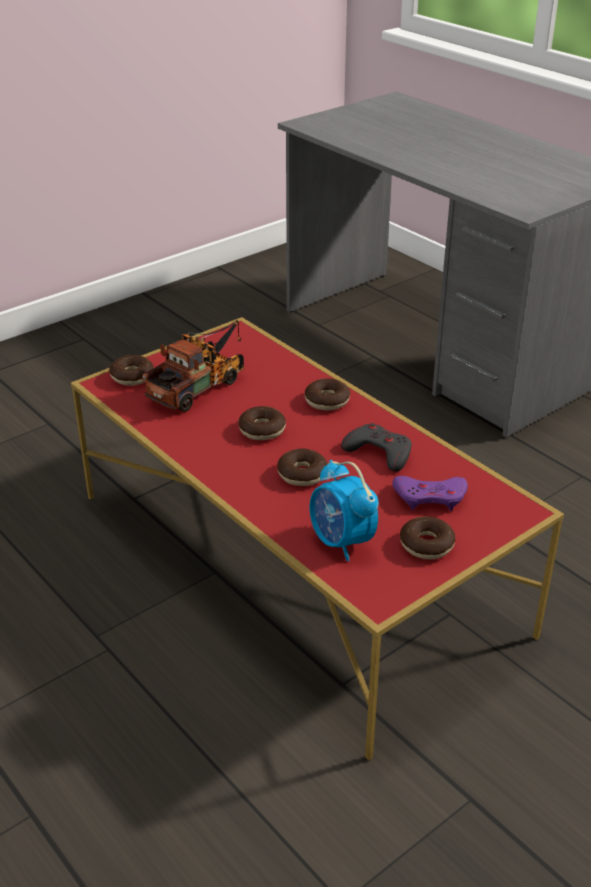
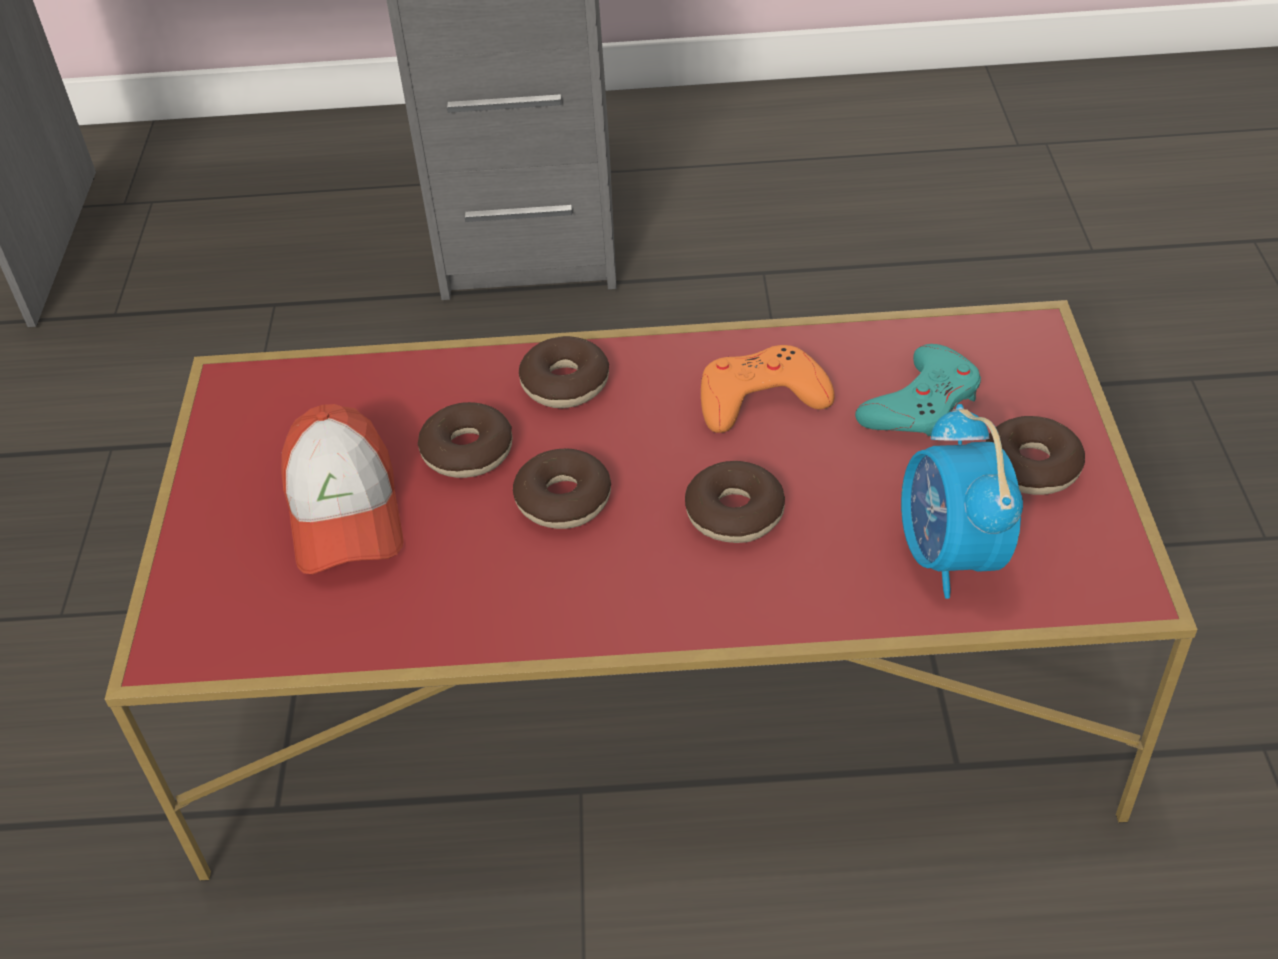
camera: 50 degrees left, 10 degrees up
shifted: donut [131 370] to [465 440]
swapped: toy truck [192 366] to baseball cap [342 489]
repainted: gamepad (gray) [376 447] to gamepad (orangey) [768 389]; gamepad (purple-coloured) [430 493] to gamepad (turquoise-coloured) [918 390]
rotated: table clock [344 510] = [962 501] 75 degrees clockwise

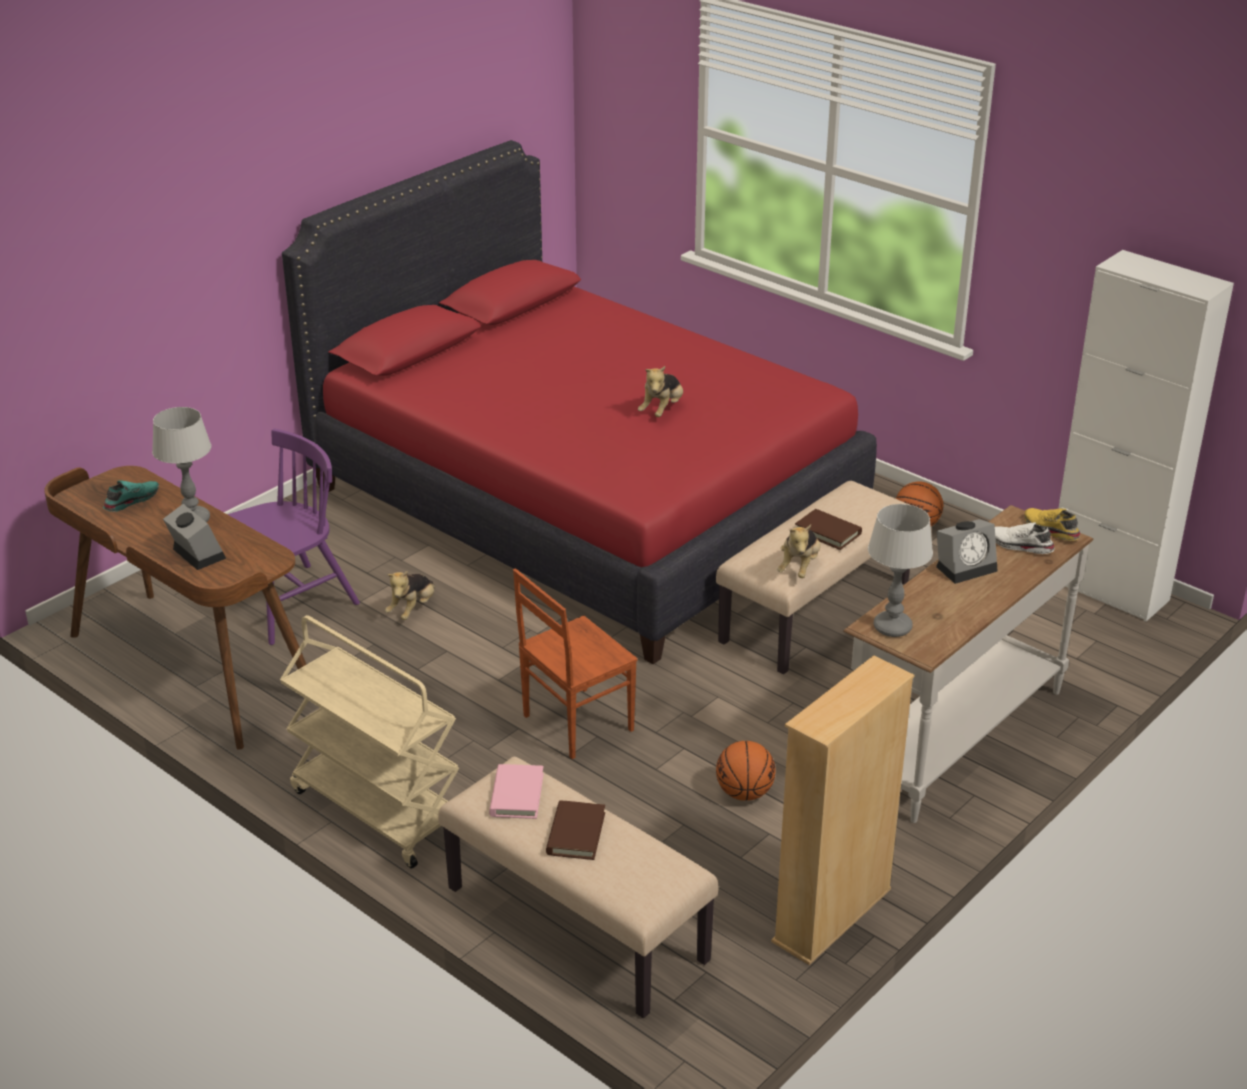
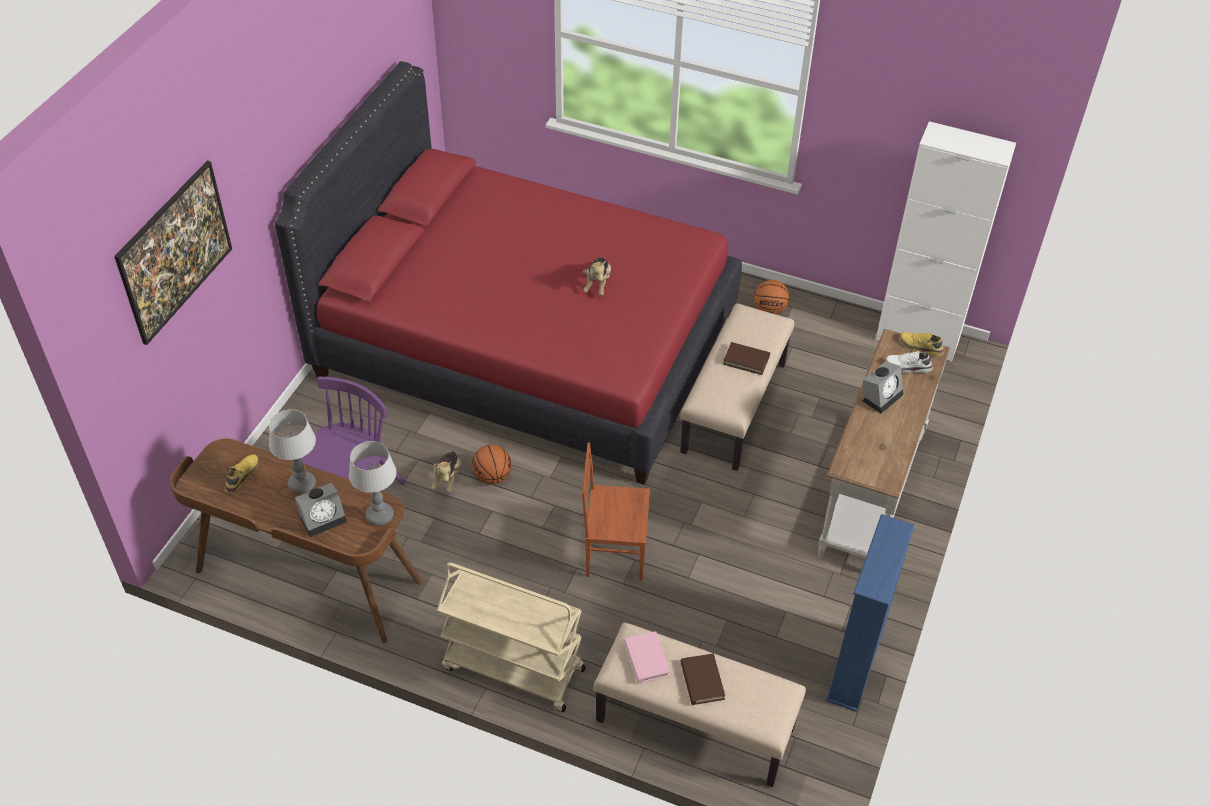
camera: 20 degrees left, 15 degrees up
gone: plush toy [799 551]
new: picture [173 252]
shifted: basketball ball [746 771] to [492 464]; lamp for a table [900 570] to [373 483]
repainted: item of footwear (turquoise-coloured) [131 496] to item of footwear (yellow-coloured) [241 473]; bookcase (sand-coloured) [843 810] to bookcase (bluish) [870 613]
rotated: table clock [194 537] = [321 510] 120 degrees clockwise; upright chair (brownish) [575 663] = [616 511] 60 degrees clockwise

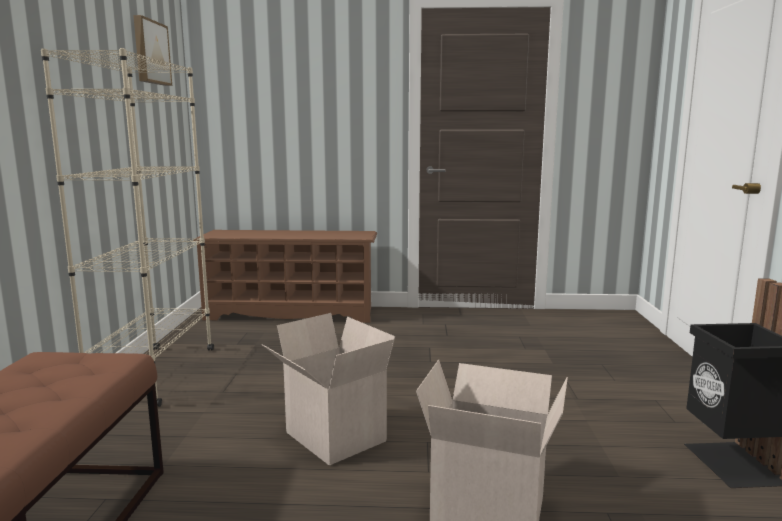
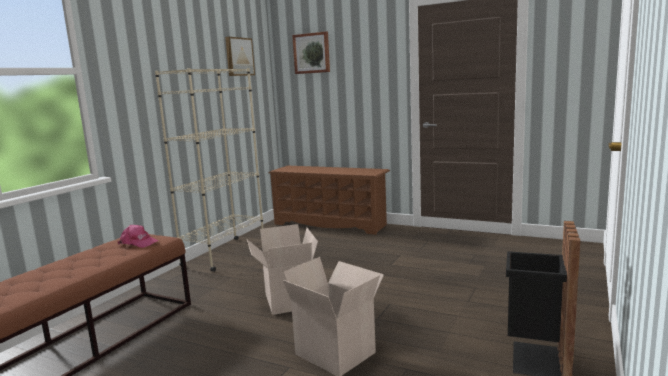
camera: 25 degrees right, 0 degrees up
new: baseball cap (pink) [138 236]; picture [311 52]

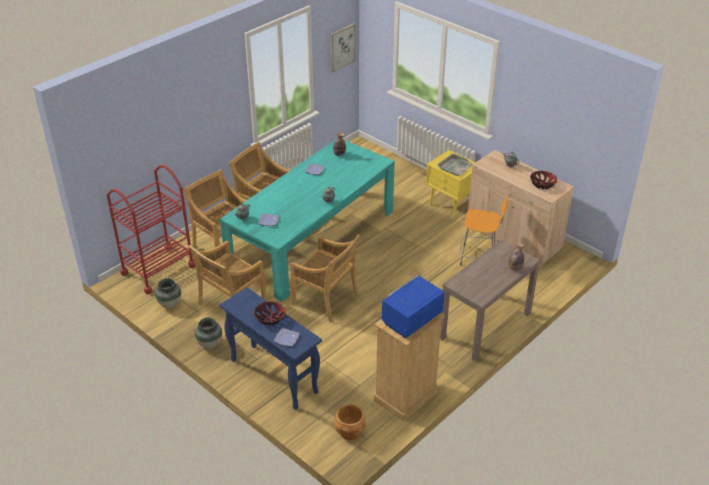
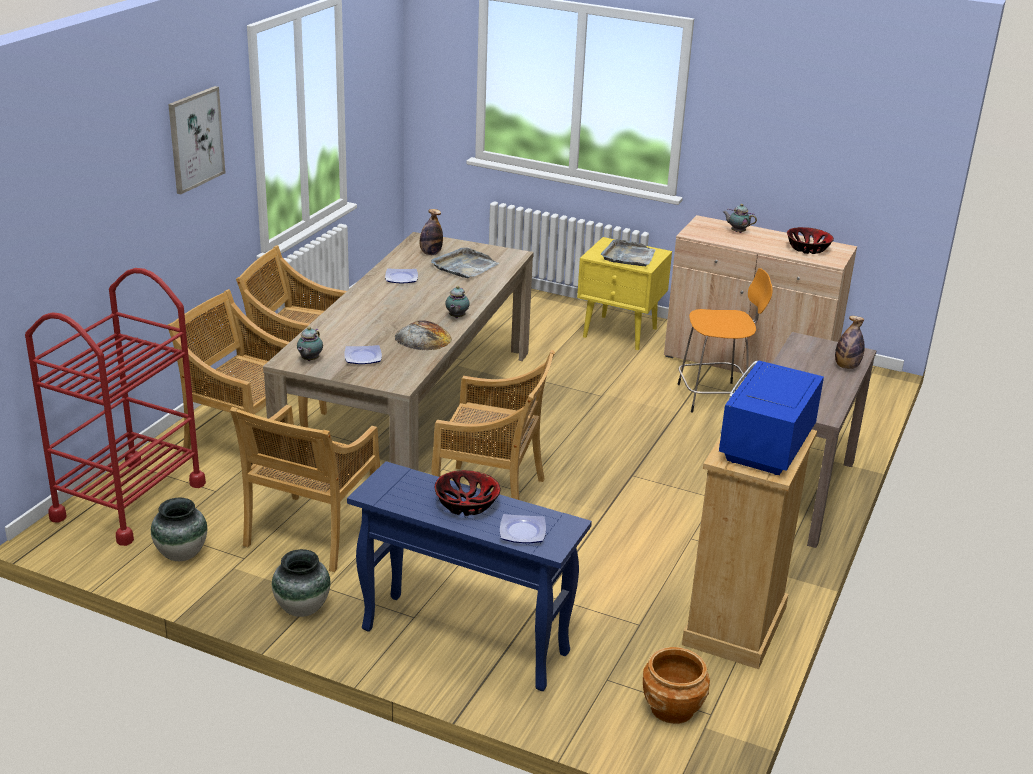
camera: 20 degrees left, 10 degrees down
new: bread [423 335]; tray (gray) [465 263]
shifted: picture [342 47] to [196 140]
repainted: dinner table (turquoise-coloured) [307 220] to dinner table (sand-coloured) [398 355]

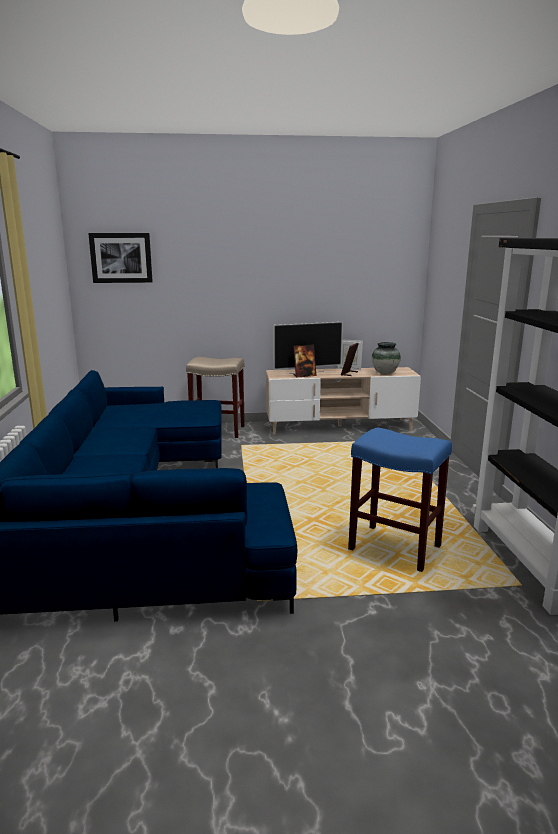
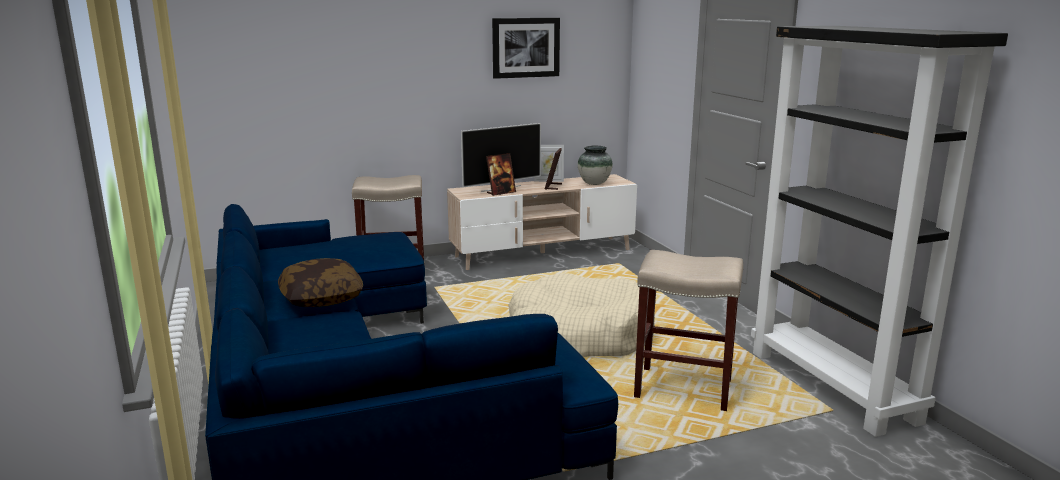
camera: 15 degrees left, 0 degrees up
new: pillow [320 282]; dog bed (sand-coloured) [581 315]
shifted: picture [120 258] to [526 48]
repainted: stool (bluish) [400 499] to stool (sand-coloured) [688 330]

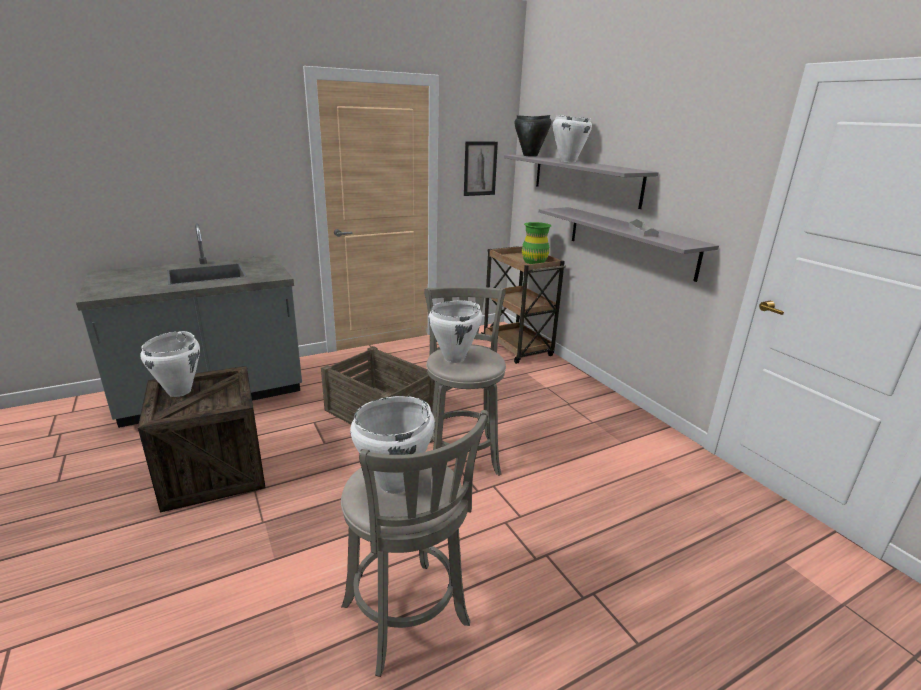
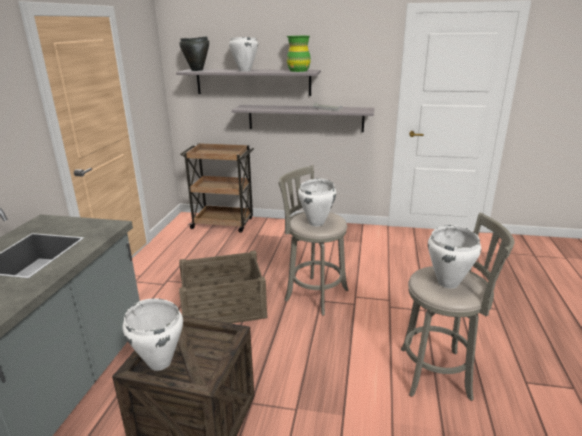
camera: 50 degrees left, 0 degrees up
gone: picture [481 168]
shifted: decorative vase (greenish) [536 243] to [299 54]

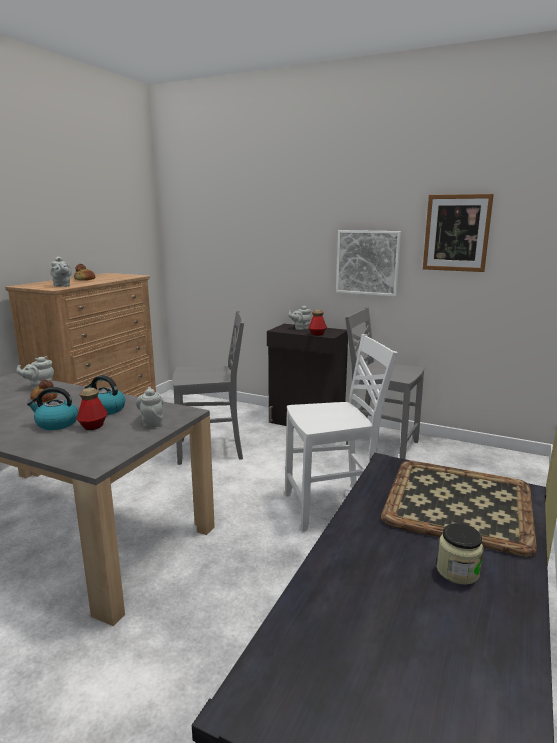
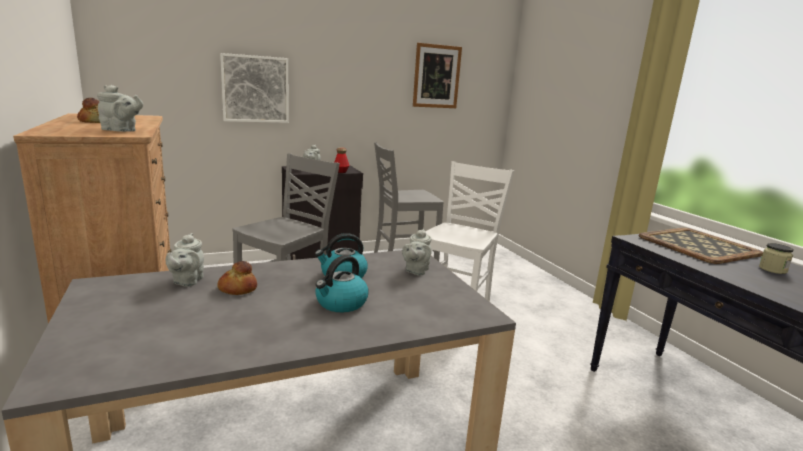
camera: 50 degrees left, 0 degrees up
gone: bottle [92 409]
shifted: picture [368 263] to [254 88]
rotated: pot for tea (gray) [150 407] = [417 252] 90 degrees counterclockwise

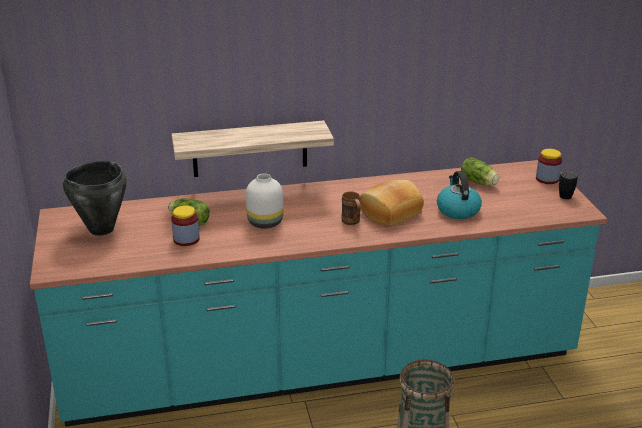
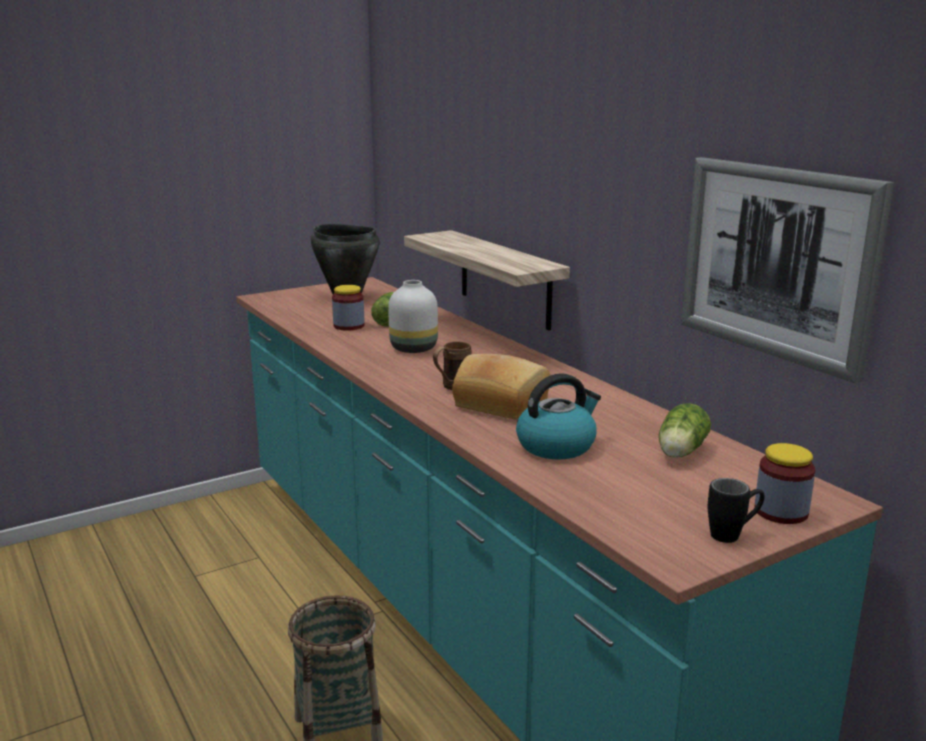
camera: 70 degrees right, 10 degrees down
new: picture [787 270]

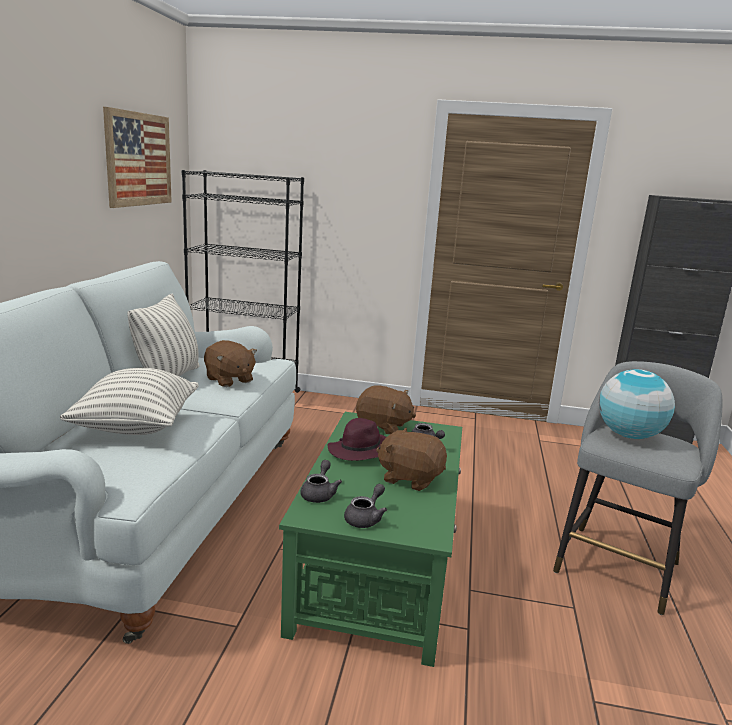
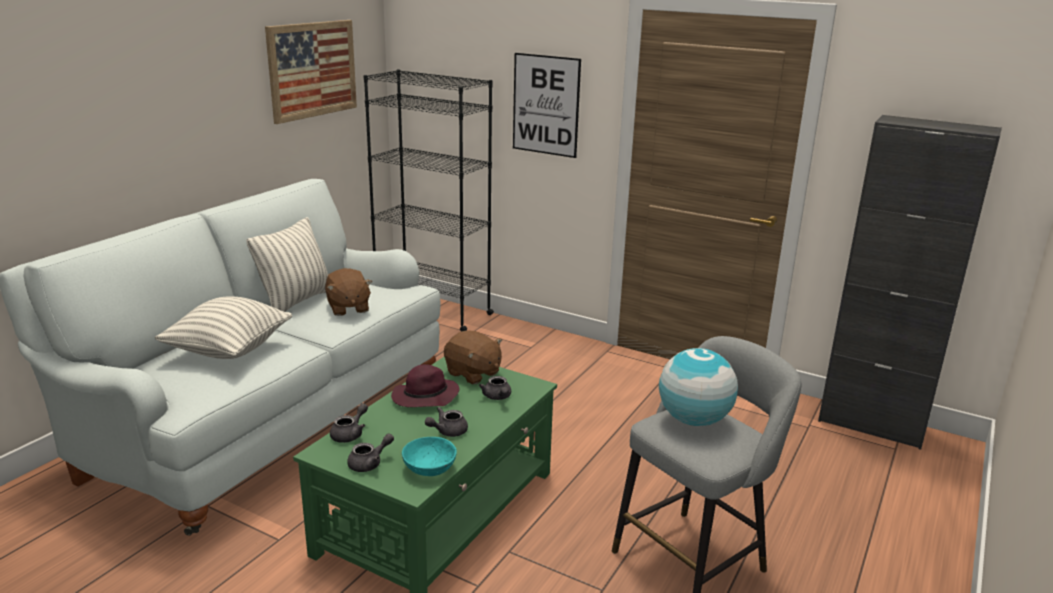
camera: 20 degrees right, 5 degrees up
new: deep dish (turquoise-coloured) [429 456]; picture [547 105]
swapped: plush toy (brownish) [411 459] to pot for tea (gray) [446 422]

